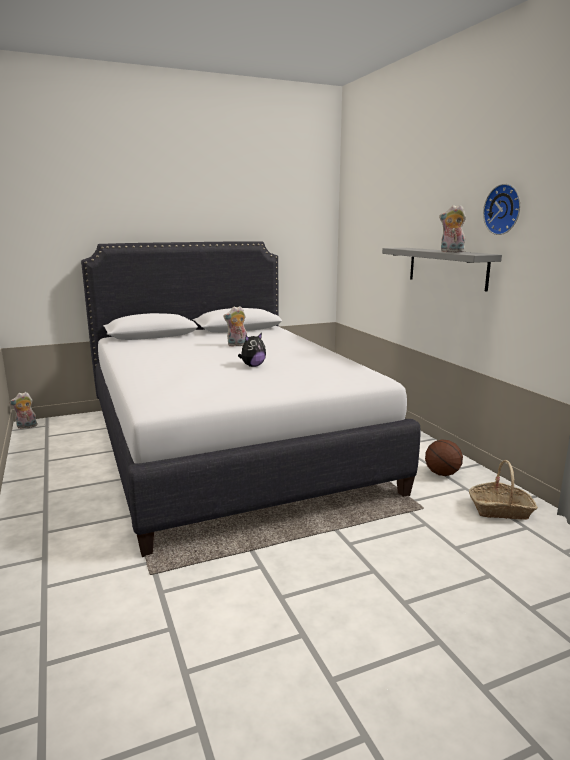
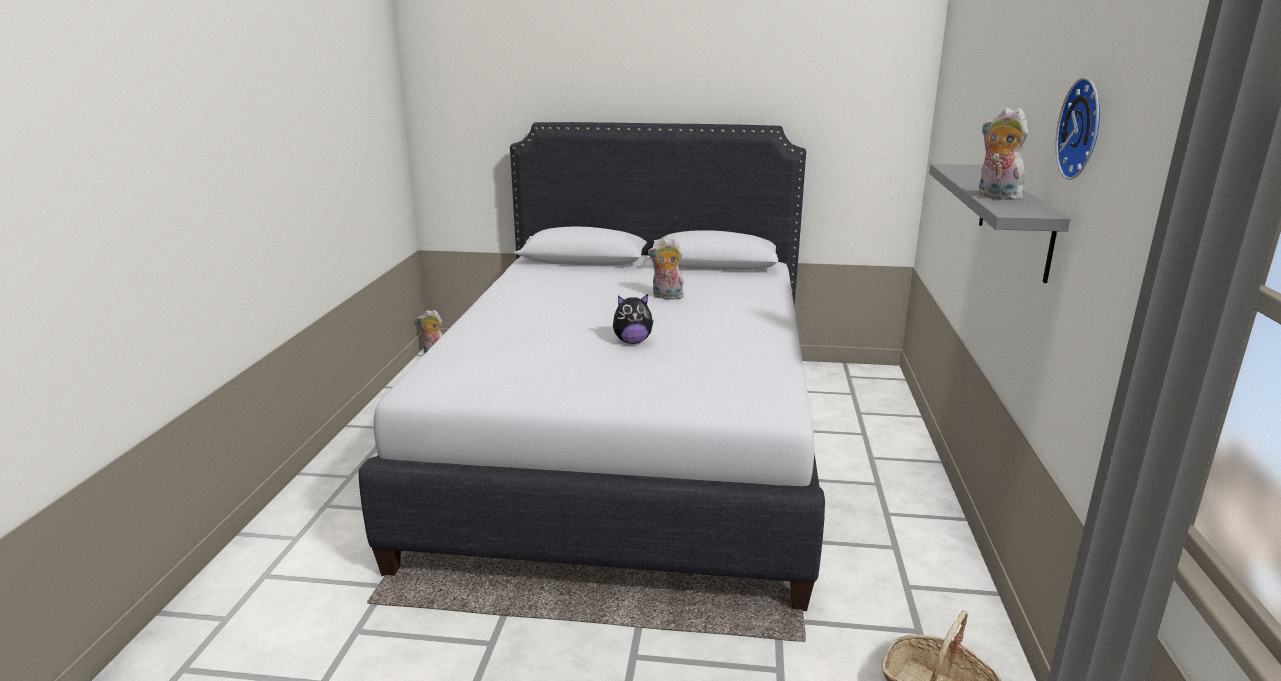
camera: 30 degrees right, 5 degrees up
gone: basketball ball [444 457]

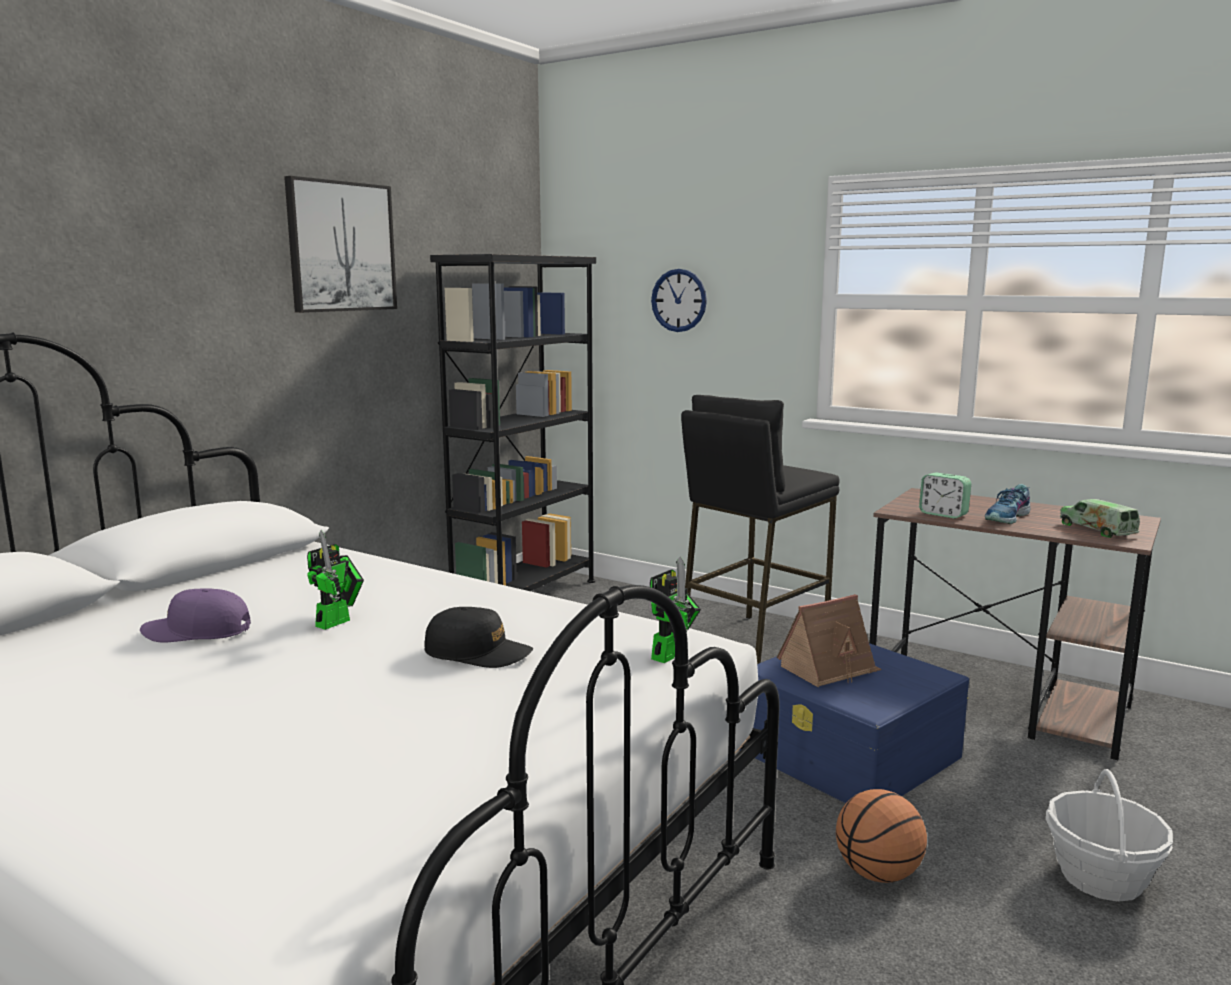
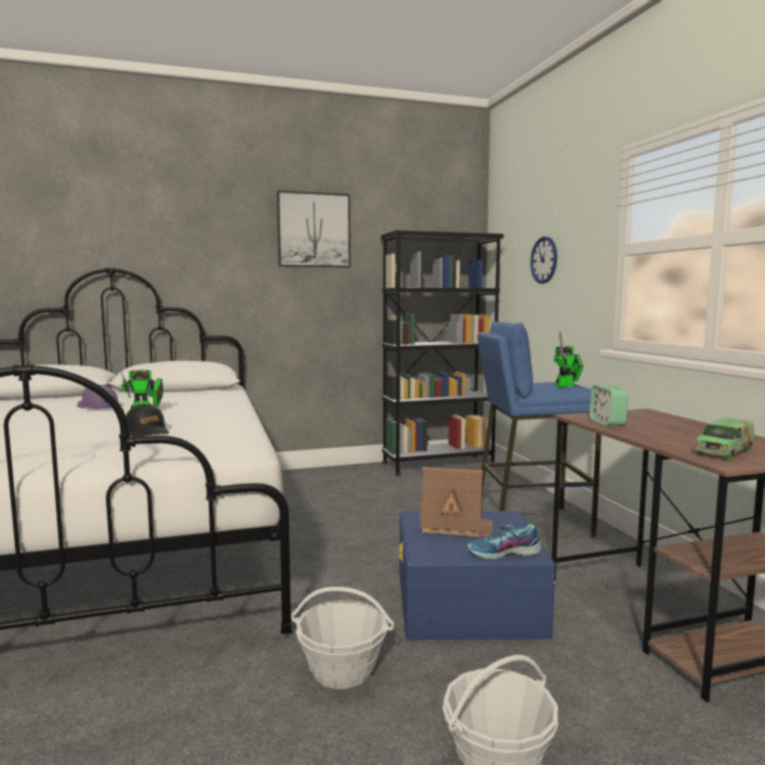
camera: 40 degrees right, 5 degrees down
shifted: model robot [675 609] to [568 359]; item of footwear [1007 504] to [504 541]
swapped: basketball ball [881 836] to storage basket [342 638]
repainted: stool (blackish) [760 529] to stool (bluish) [539 430]
rotated: toy truck [1100 518] = [725 439] 150 degrees counterclockwise

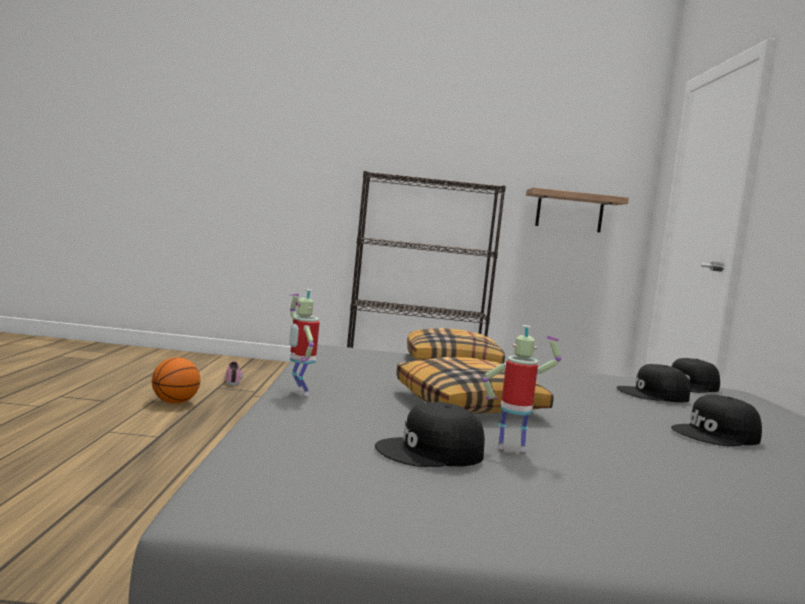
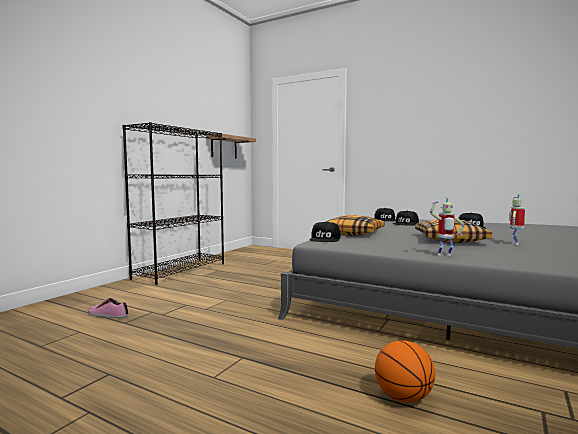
camera: 60 degrees left, 0 degrees up
shifted: basketball ball [176 380] to [405 371]; baseball cap (blackish) [430 434] to [325 232]

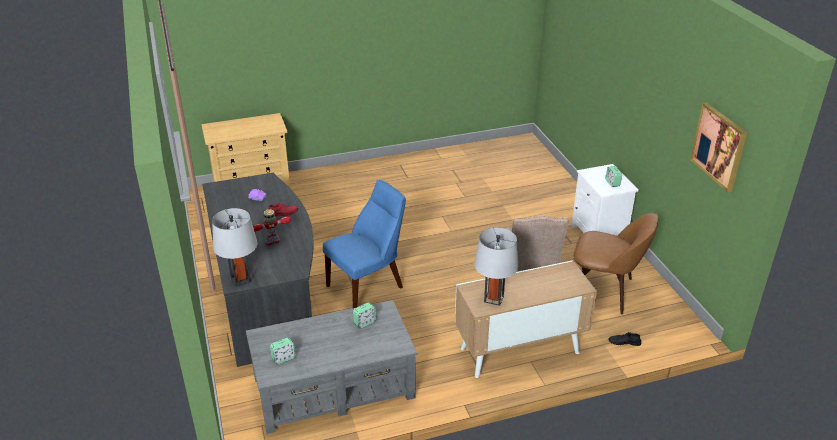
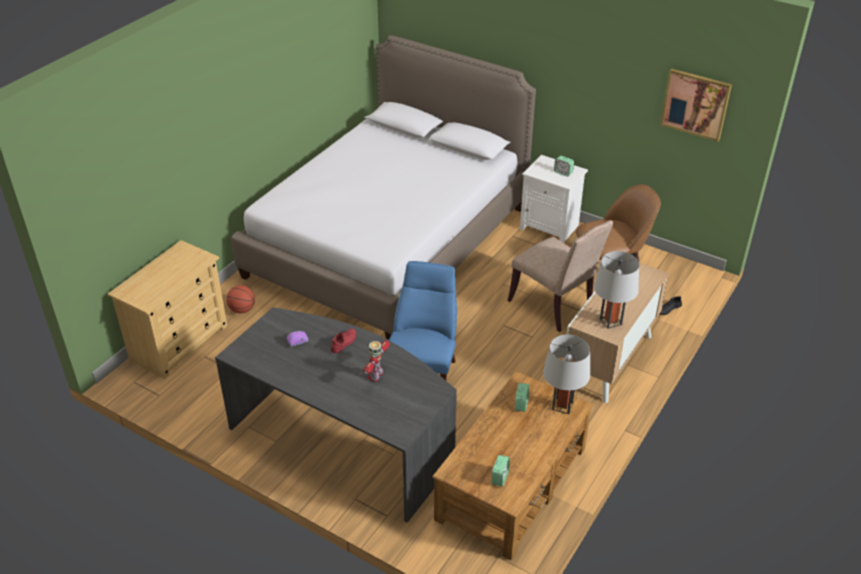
camera: 40 degrees left, 5 degrees up
new: basketball ball [240 299]; bed [383 187]
shifted: lamp for a table (gray) [234 247] to [566 374]
repainted: low table (gray) [331 367] to low table (brownish) [512 465]

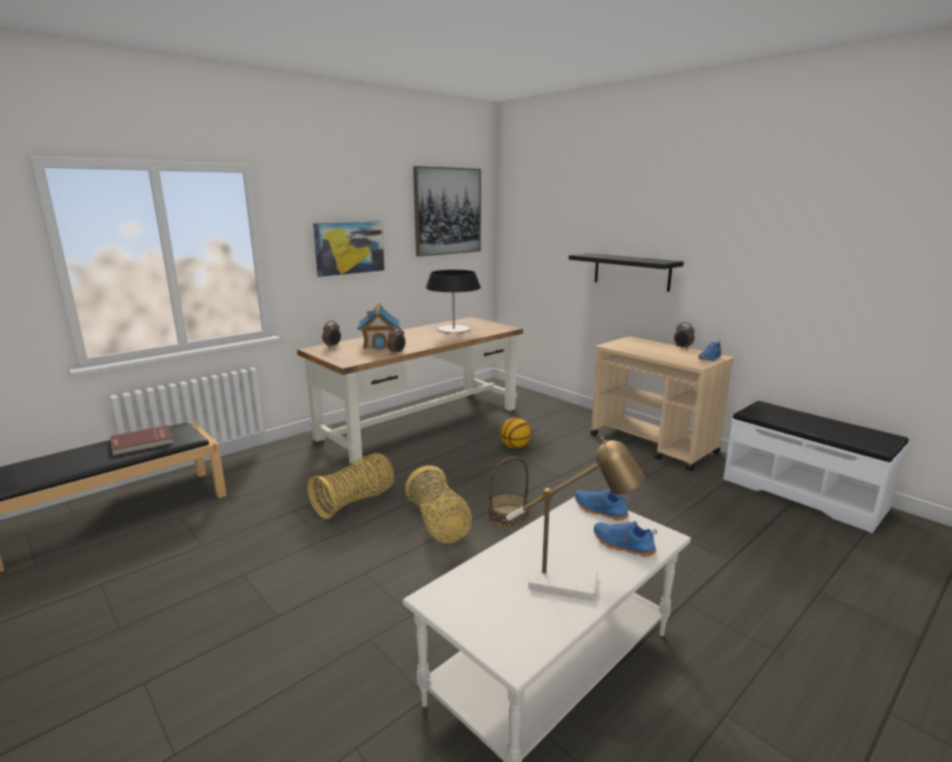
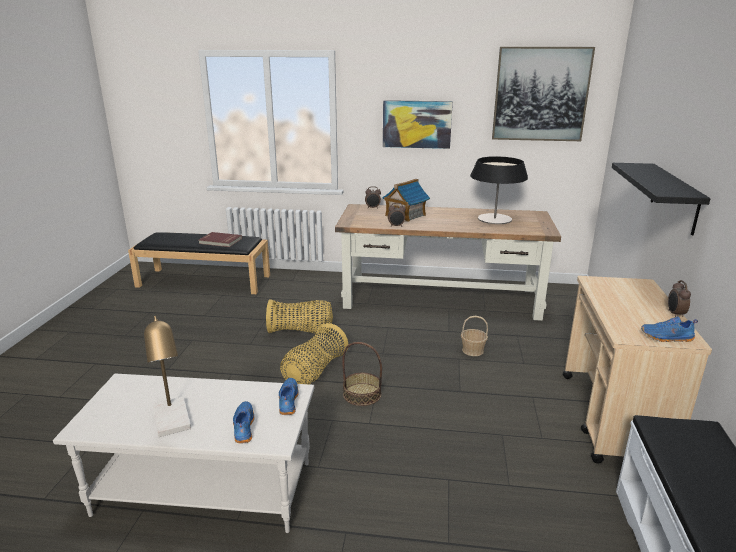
camera: 50 degrees right, 5 degrees up
swapped: basketball ball [515 433] to storage basket [474 336]

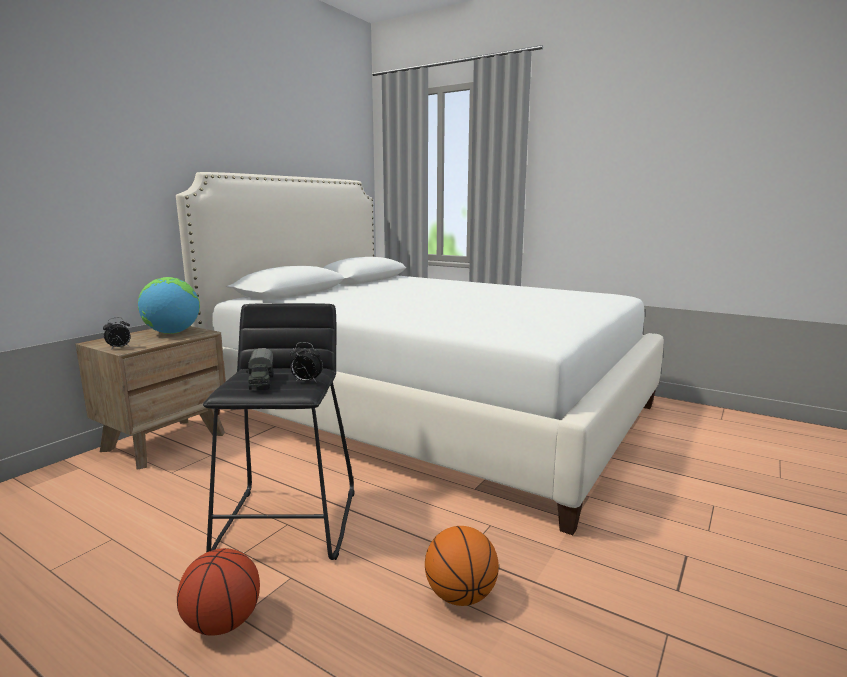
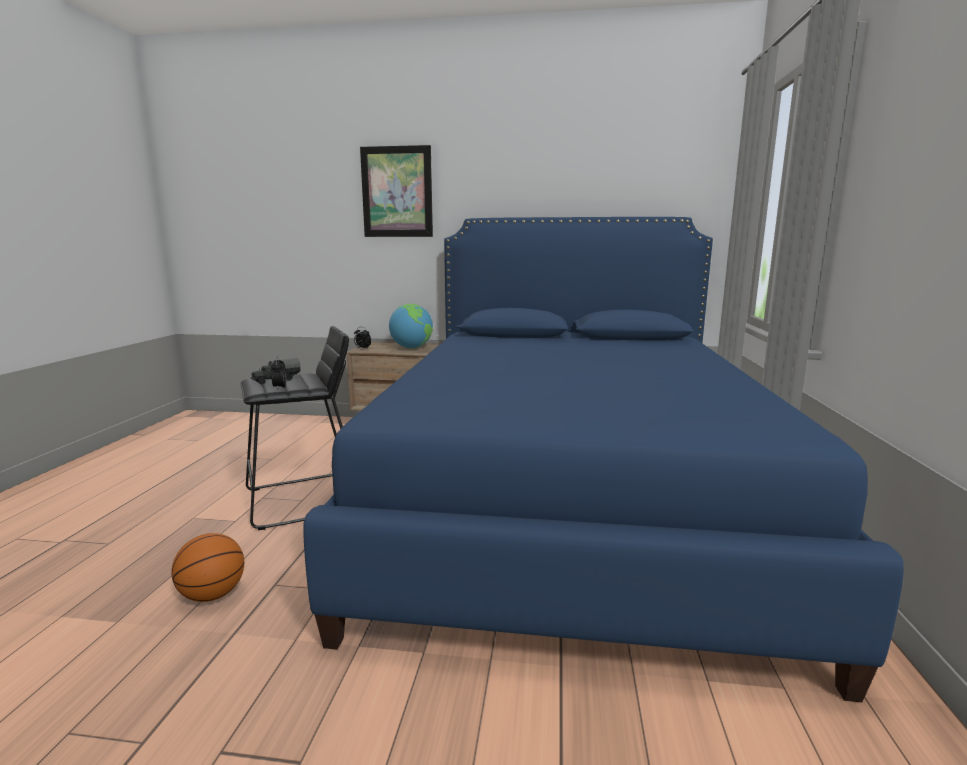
camera: 65 degrees right, 0 degrees up
gone: basketball ball [218 592]
new: picture [396 191]
repainted: bed (white-coloured) [420 353] to bed (bluish) [603 459]

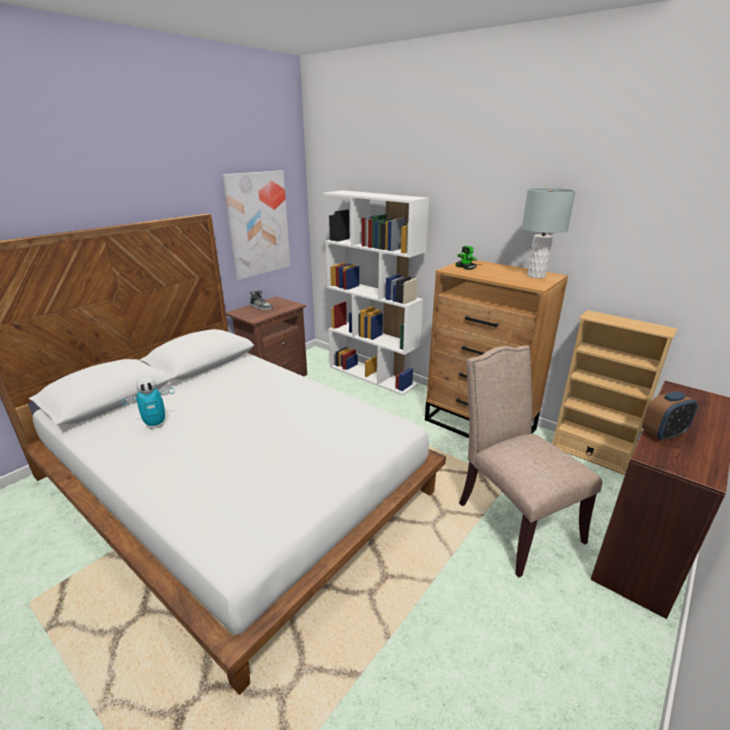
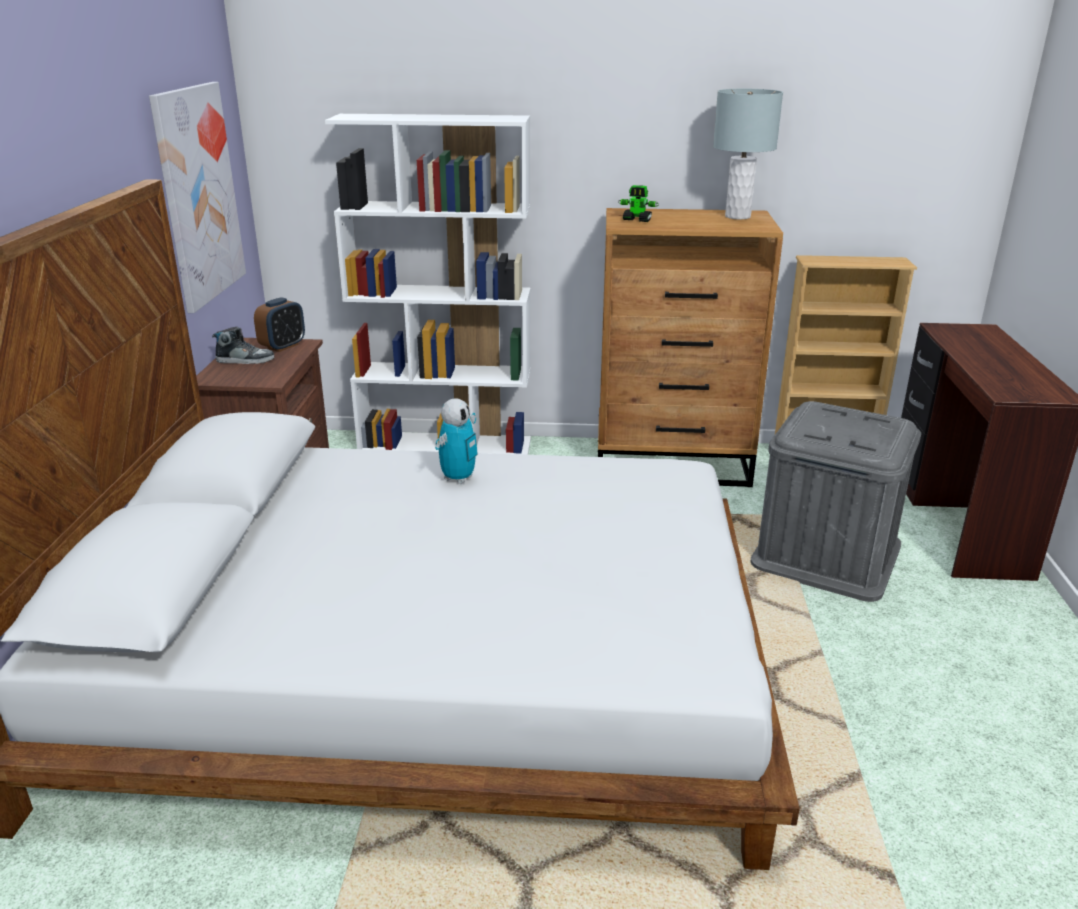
camera: 35 degrees left, 0 degrees up
shifted: model robot [148 402] to [456 441]; table clock [670 416] to [279 324]
swapped: upright chair (sand-coloured) [531 461] to storage bin (gray) [835 501]

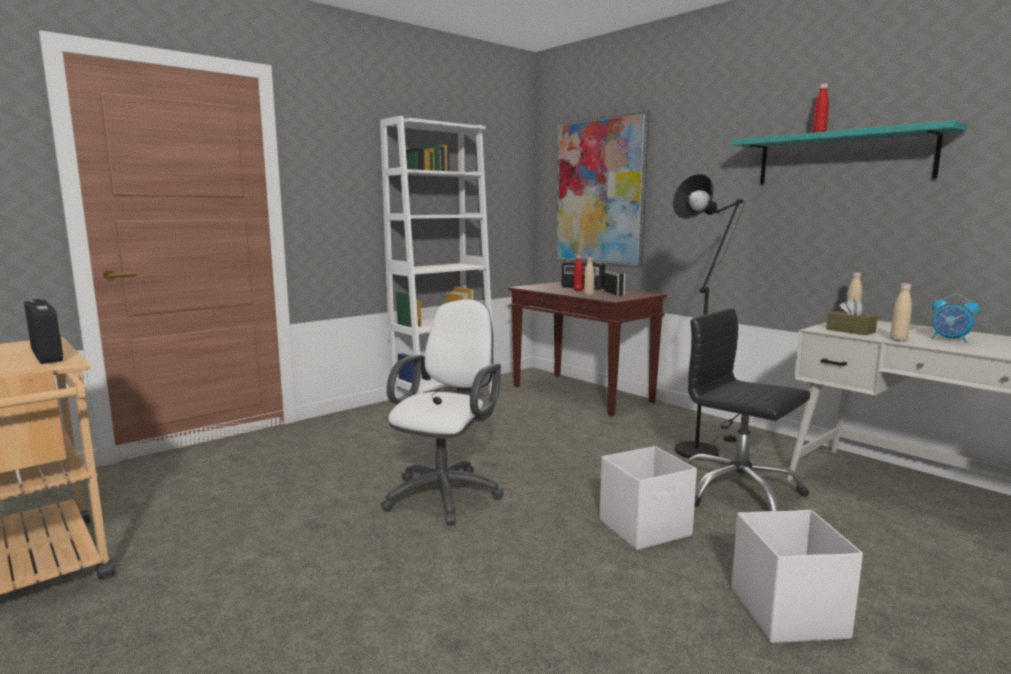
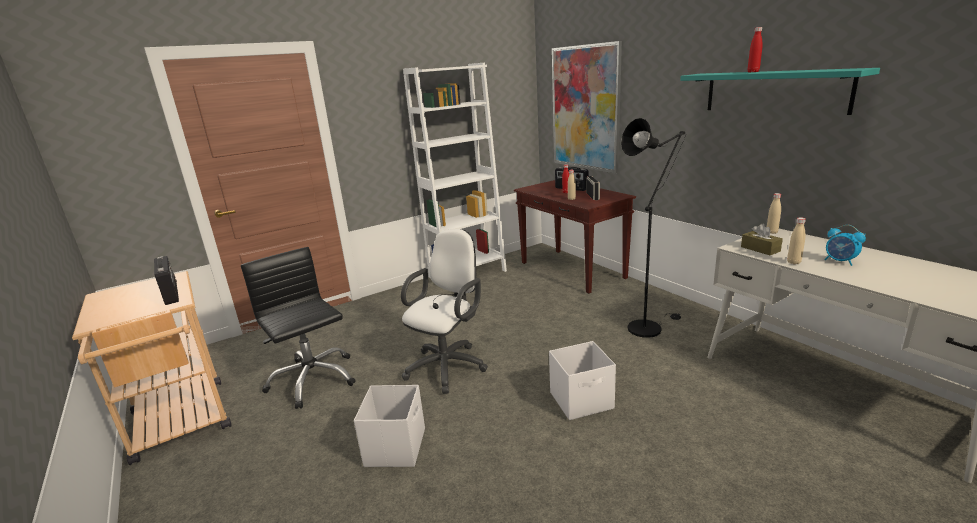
camera: 10 degrees right, 10 degrees up
shifted: desk chair (blackish) [748 409] to [298 328]; storage bin (white-coloured) [797 576] to [389 426]

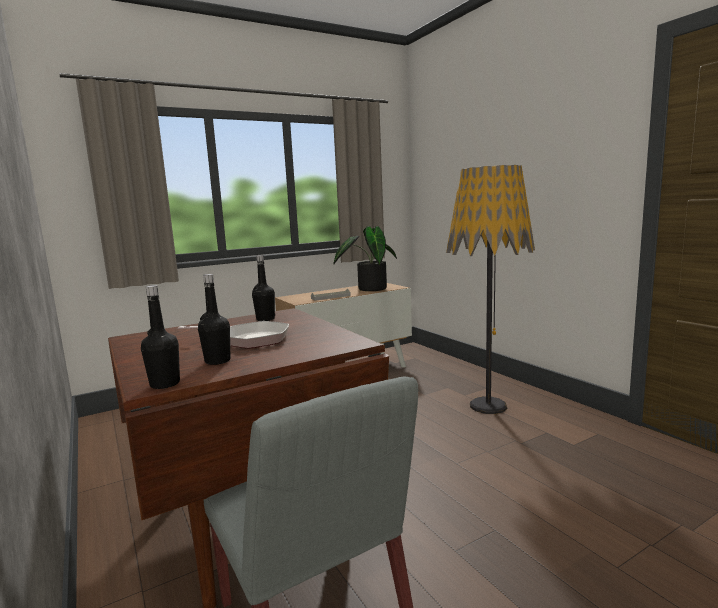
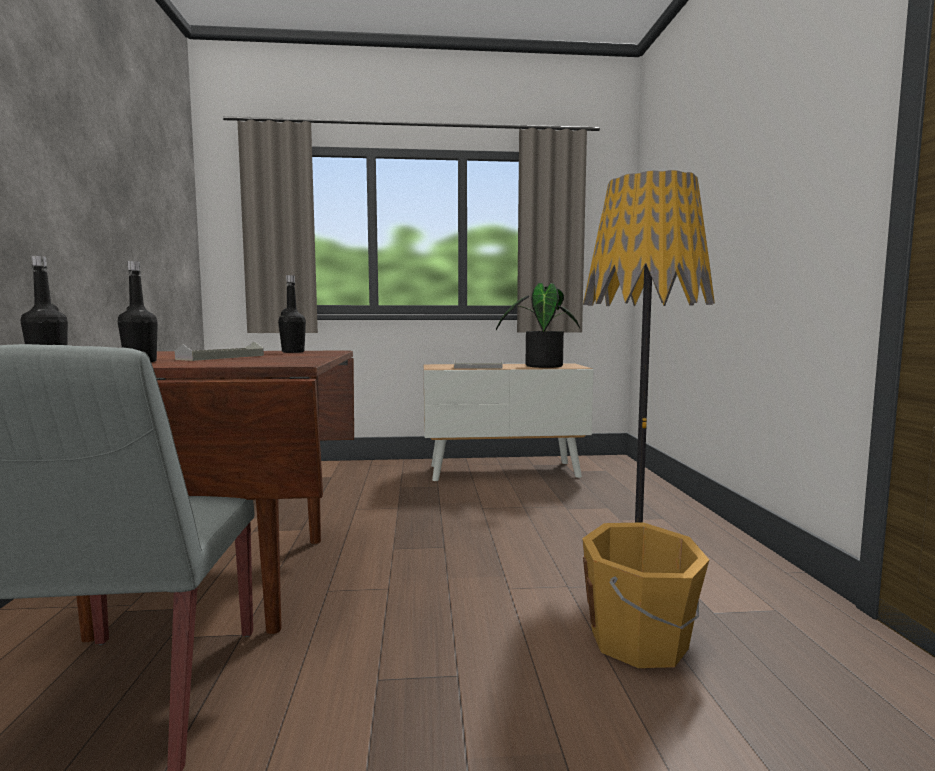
camera: 25 degrees right, 5 degrees down
new: pail (orangey) [645 595]
swapped: frying pan [233 335] to tray (gray) [219 351]

